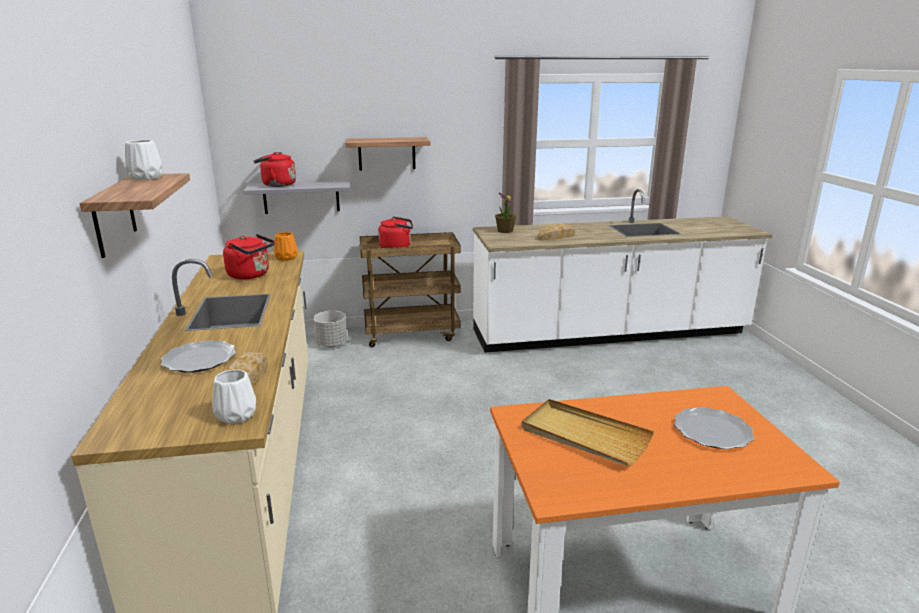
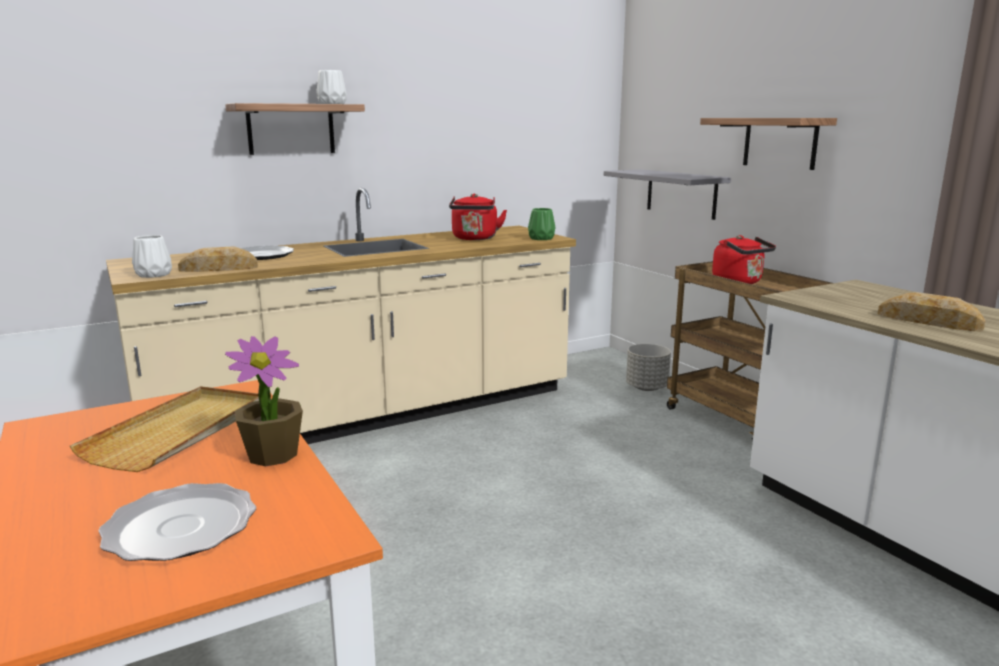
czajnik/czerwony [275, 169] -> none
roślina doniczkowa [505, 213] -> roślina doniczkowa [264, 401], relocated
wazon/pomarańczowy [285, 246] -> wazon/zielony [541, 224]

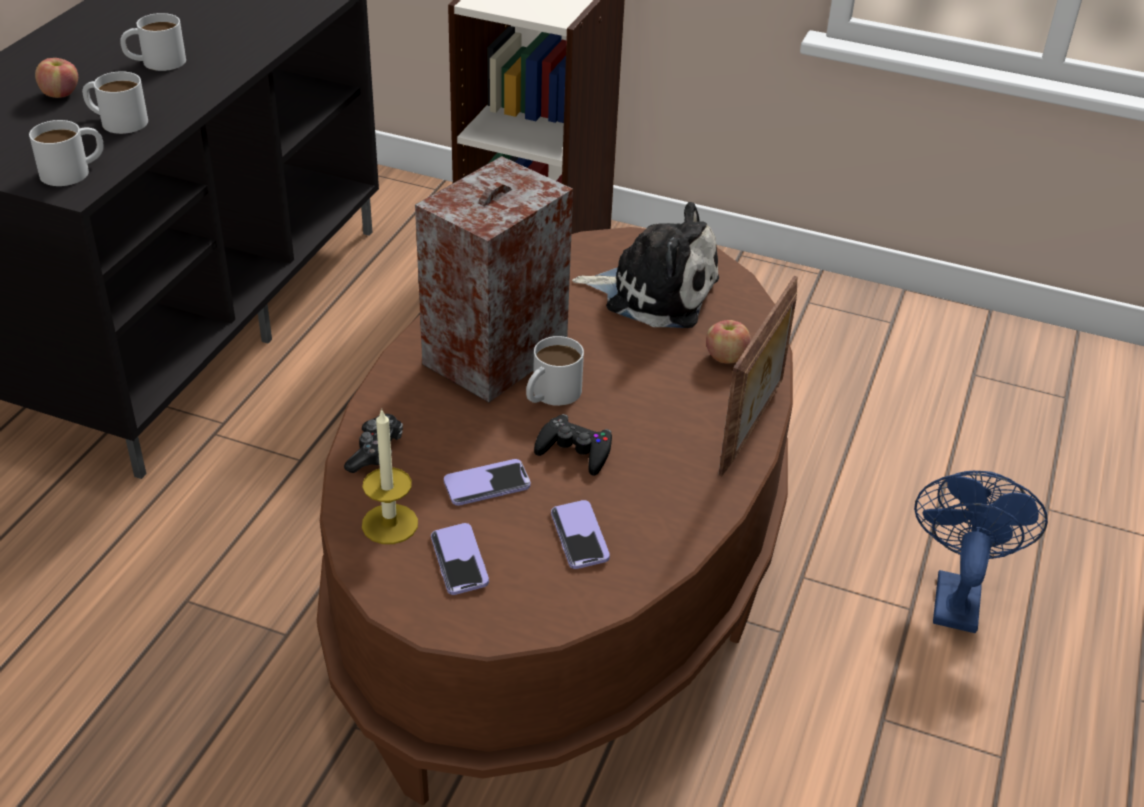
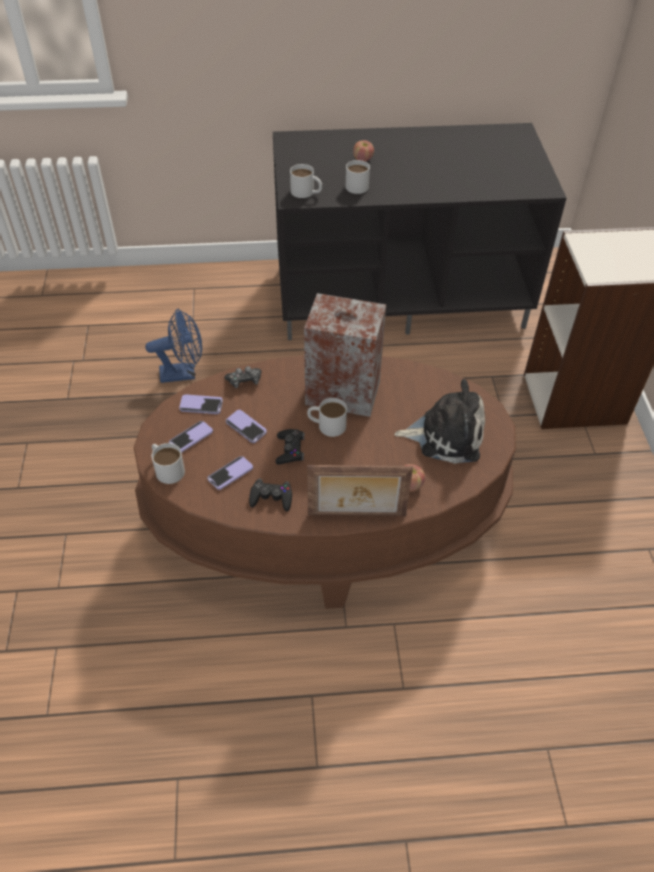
kubek/biały [153, 42] -> kubek/biały [168, 463], relocated
pluszak [645, 265] -> pluszak [439, 421], 75 degrees counterclockwise
świeca [390, 476] -> telefon [201, 404]
wentylator/niebieski [981, 552] -> wentylator/niebieski [173, 346], relocated
none -> pad do gier/czarny [270, 495]

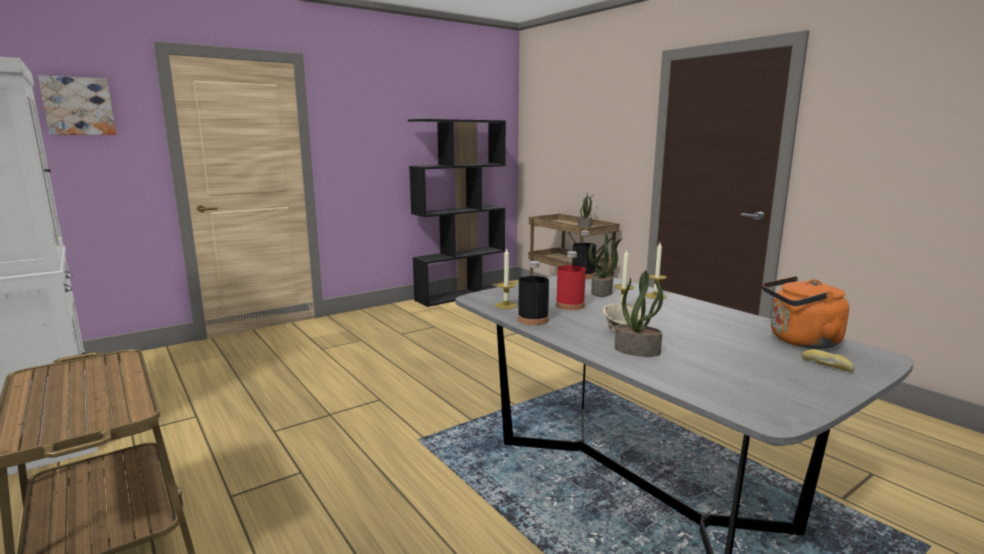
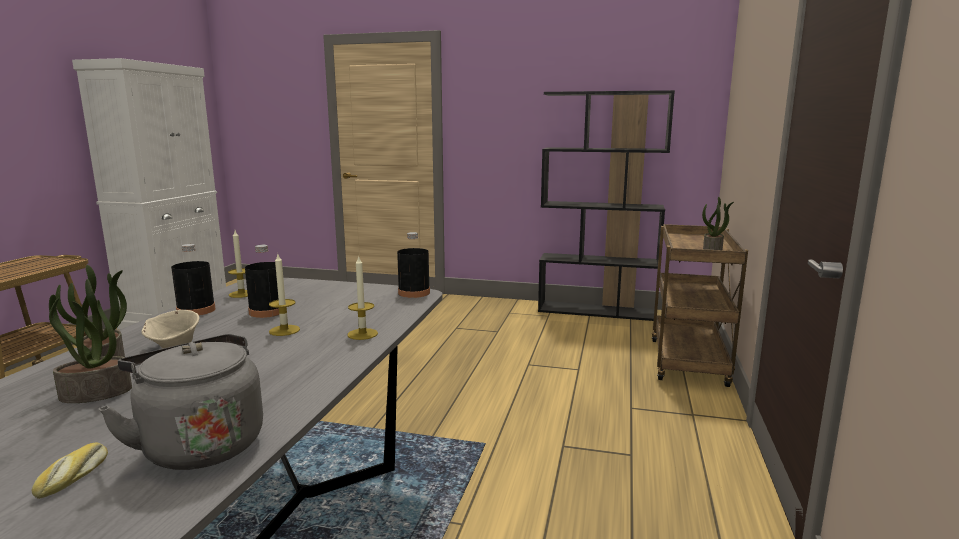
obraz [77, 105] -> none
roślina doniczkowa [605, 265] -> roślina doniczkowa [90, 343], relocated
butelka/czerwony [571, 280] -> butelka/czarny [262, 281]
czajnik/pomarańczowy [805, 312] -> czajnik/szary [180, 402]

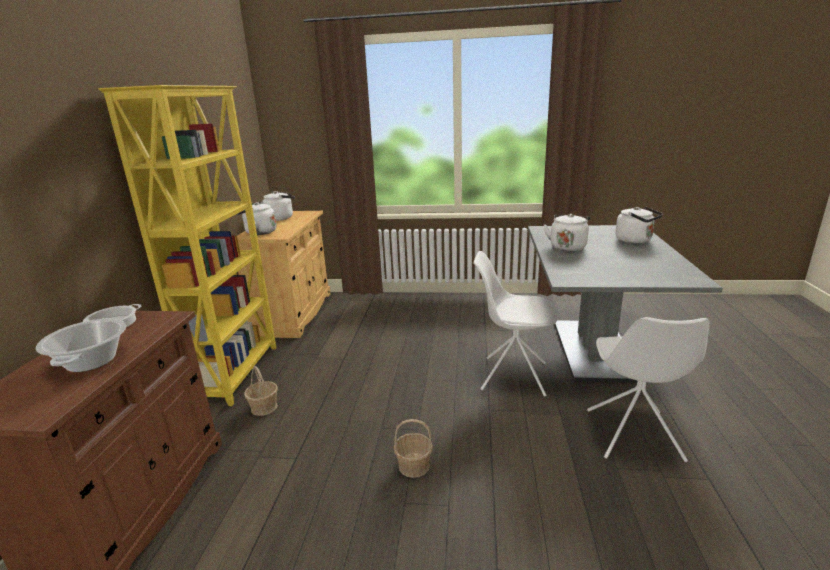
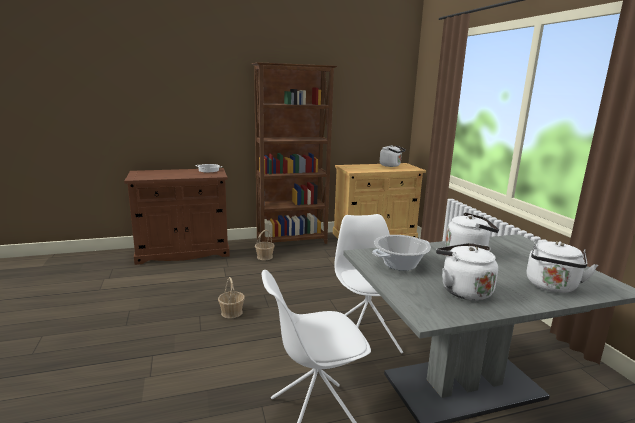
regał/żółty [187, 245] -> regał/brązowy [294, 153]
czajnik/biały [257, 218] -> czajnik/biały [467, 271], relocated
garnek [81, 345] -> garnek [401, 253], relocated

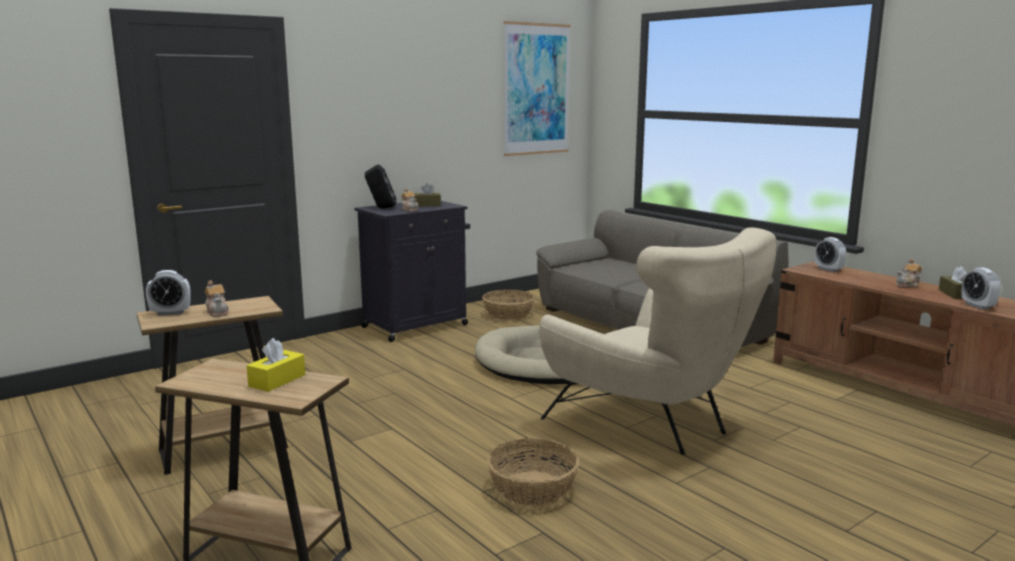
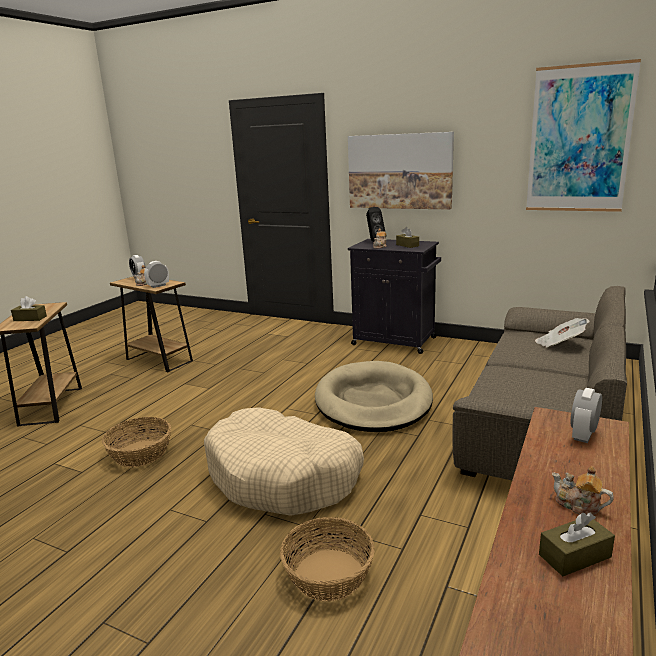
fotel/beżowy [657, 341] -> legowisko/beżowy [284, 461]
budzik [981, 288] -> budzik [156, 274], relocated
koszyk [508, 305] -> koszyk [327, 559], relocated
pudełko chusteczek/żółty [275, 365] -> pudełko chusteczek/brązowy [29, 308]
none -> obraz [401, 171]
none -> gazeta [562, 332]

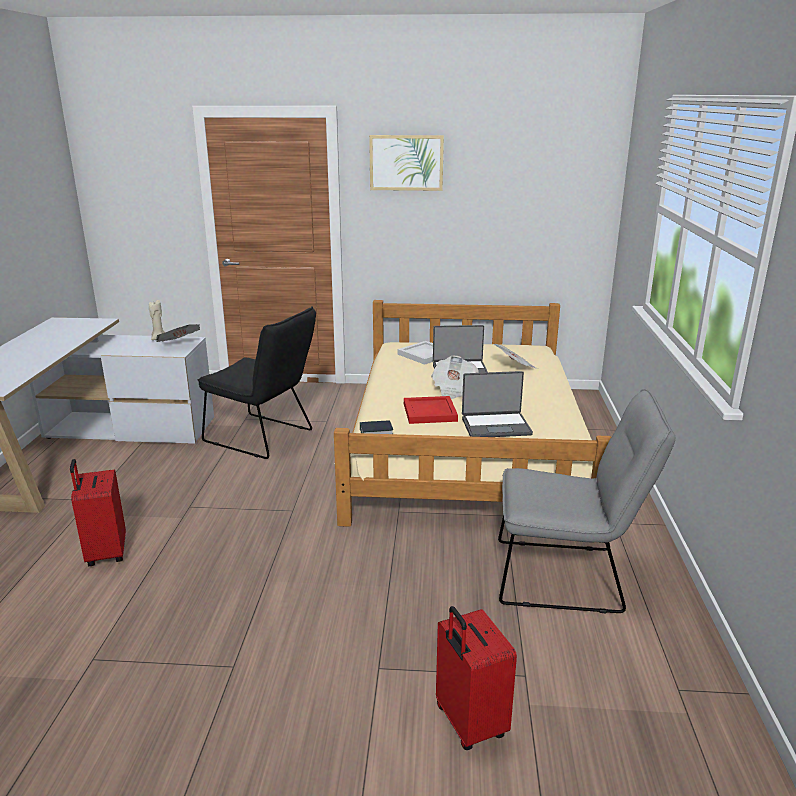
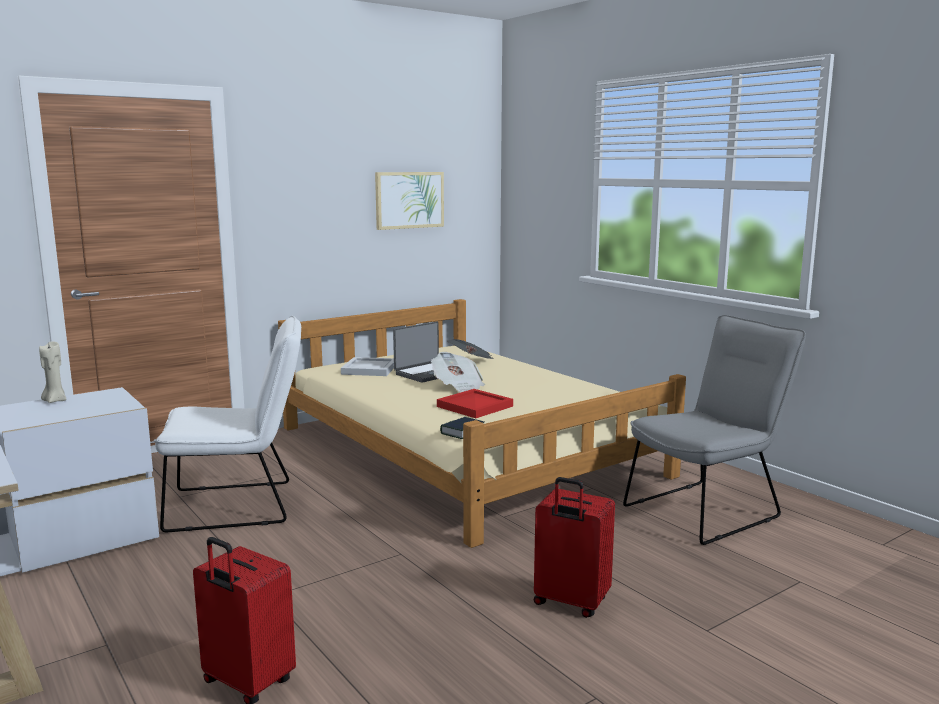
obraz [406, 163] -> obraz [409, 201], relocated
krzesło/czarny [256, 382] -> krzesło/biały [227, 424]
gazeta [178, 333] -> none
laptop [497, 404] -> none
walizka/czerwony [476, 678] -> walizka/czerwony [574, 547], relocated

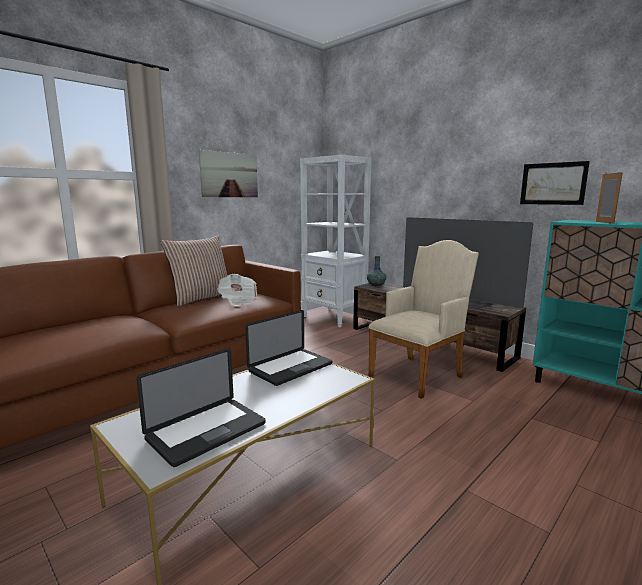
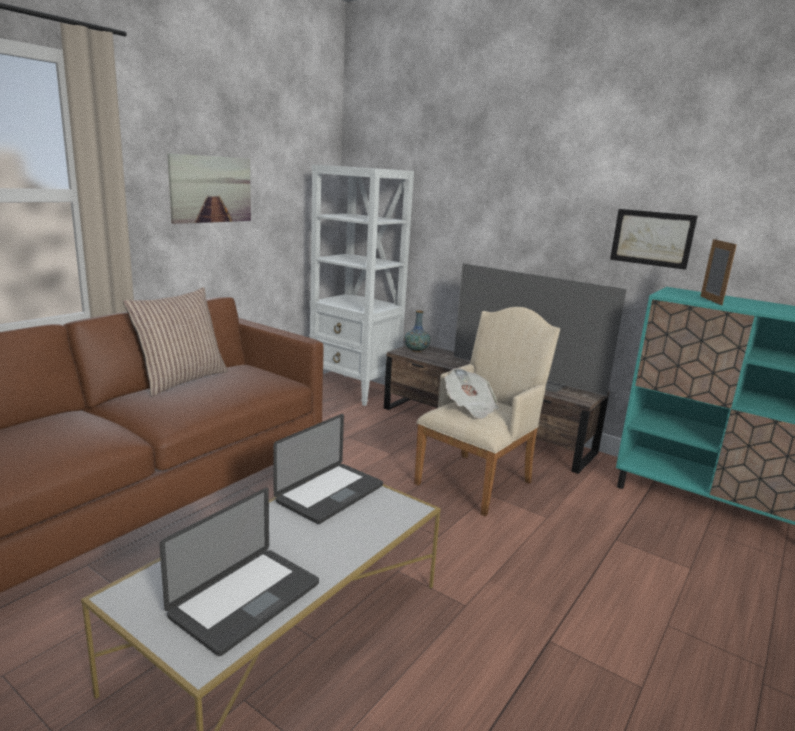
gazeta [237, 290] -> gazeta [472, 393], relocated

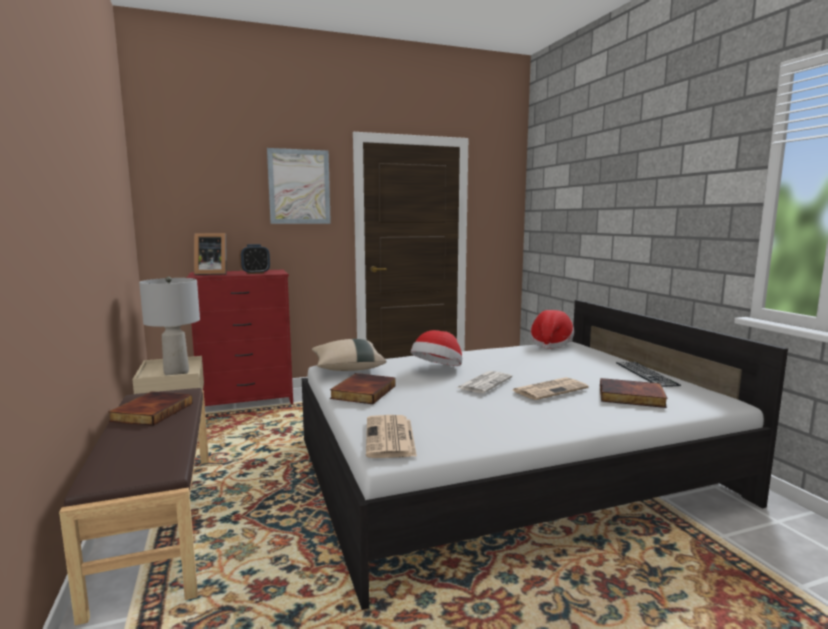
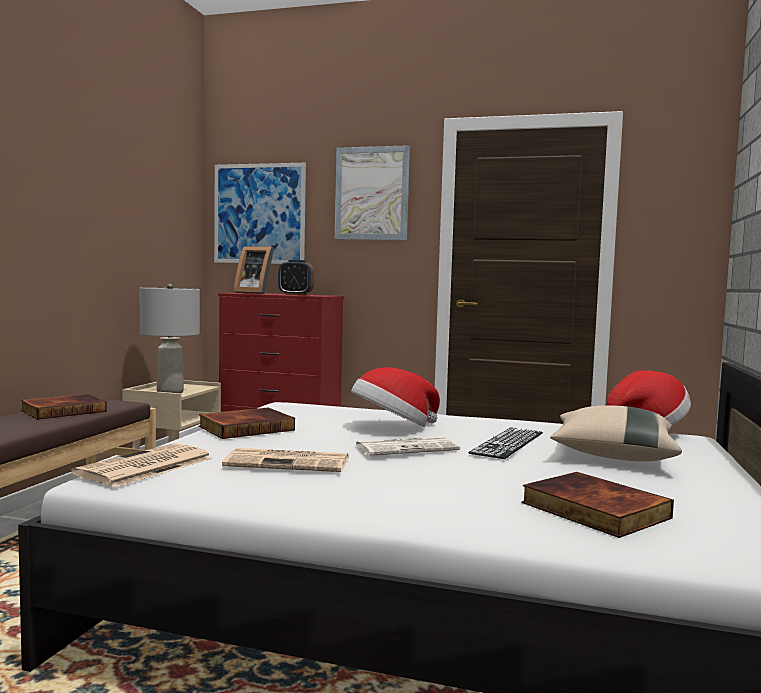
poduszka/beżowy [349, 355] -> poduszka/beżowy [616, 433], relocated
klawiatura [648, 374] -> klawiatura [505, 443], relocated
gazeta [550, 388] -> gazeta [285, 460], relocated
none -> obraz [260, 213]

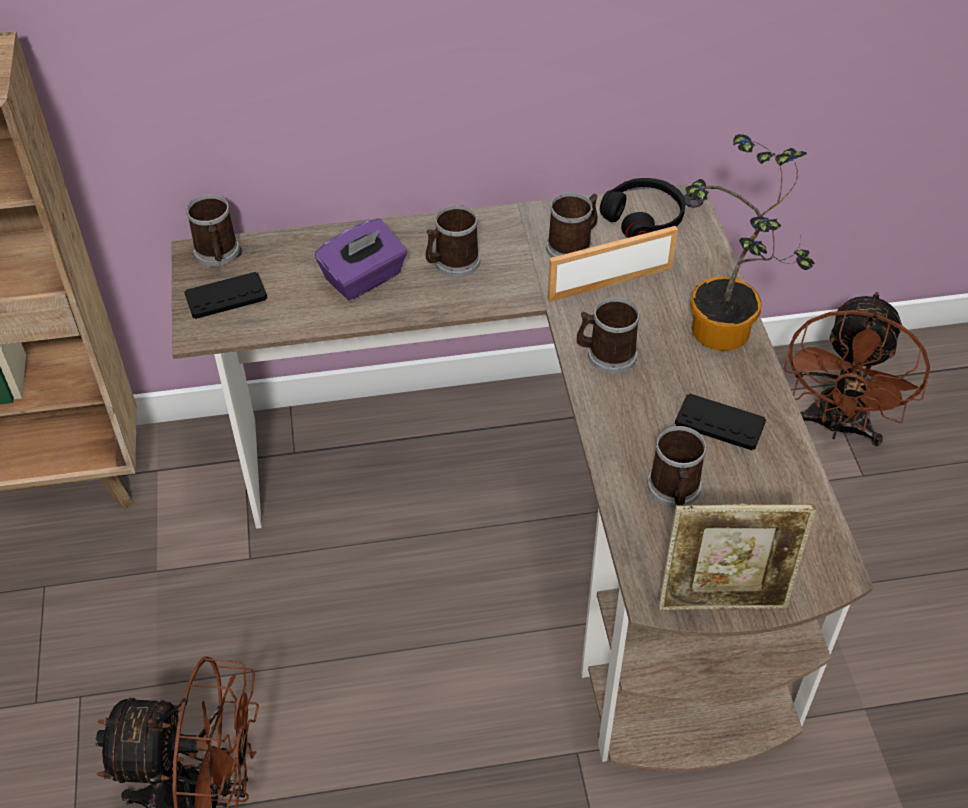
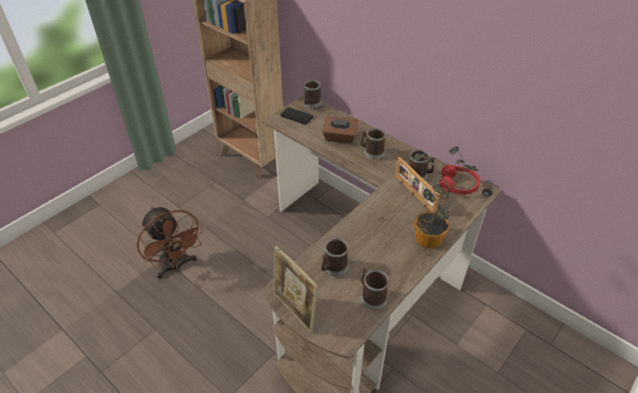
słuchawki/czarny [642, 208] -> słuchawki/czerwony [459, 180]
pudełko chusteczek/fioletowy [361, 259] -> pudełko chusteczek/brązowy [340, 130]
ramka na zdjęcie [613, 264] -> ramka na zdjęcie [417, 184], 150 degrees counterclockwise
wentylator/brązowy [857, 369] -> none
kubek [608, 335] -> kubek [375, 289], relocated
pad do gier/czarny [720, 421] -> none

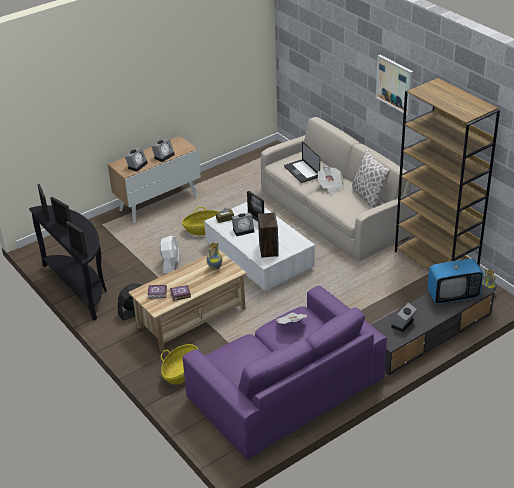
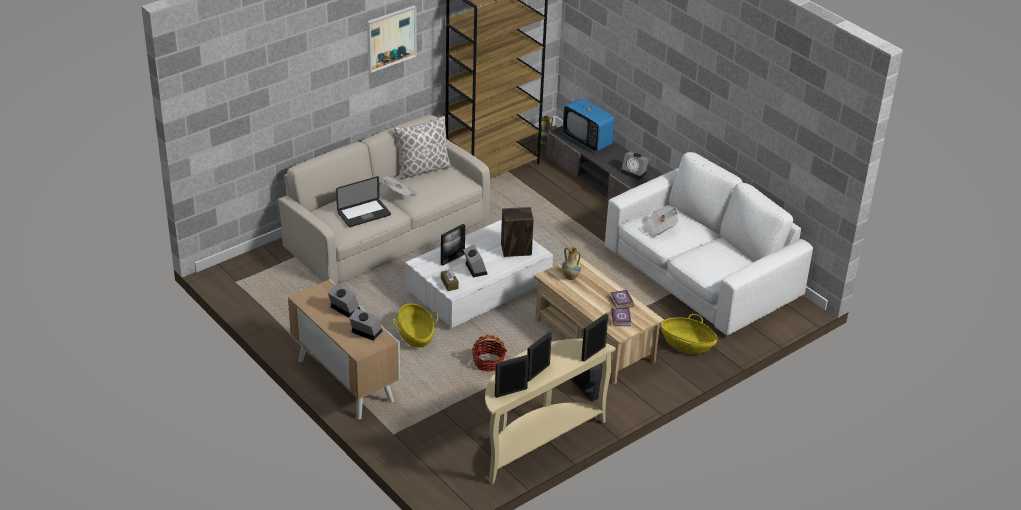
stolik konsolowy/czarny [68, 263] -> stolik konsolowy/beżowy [550, 411]
wentylator/biały [169, 254] -> koszyk [489, 353]
telewizor [455, 276] -> telewizor [589, 118], 150 degrees clockwise
kanapa/fioletowy [285, 373] -> kanapa/biały [709, 244]

